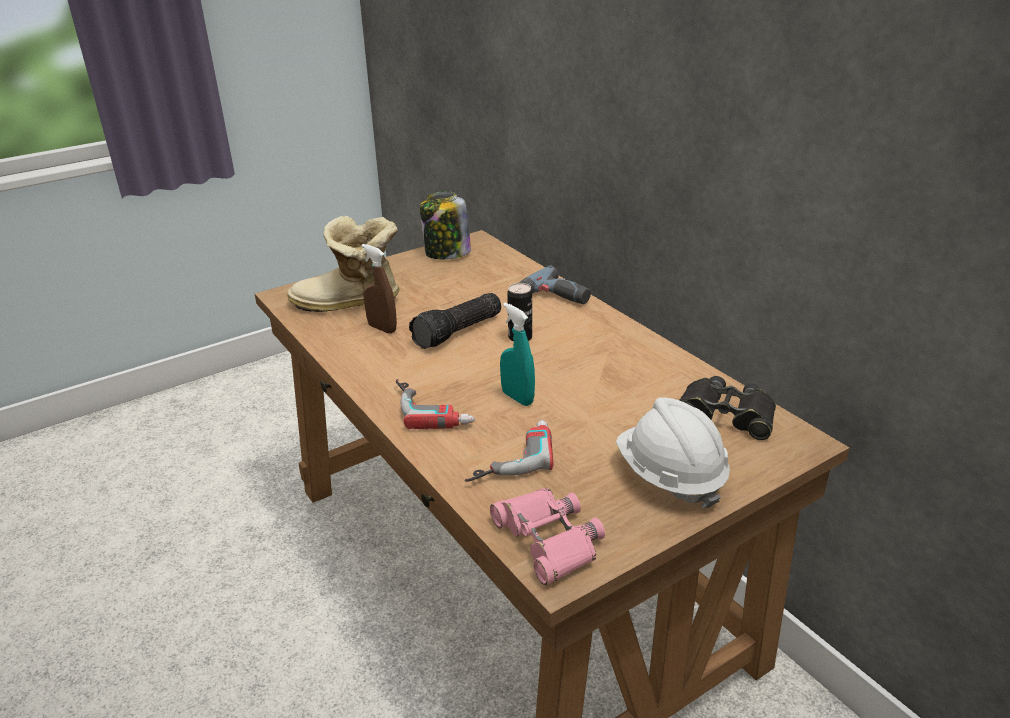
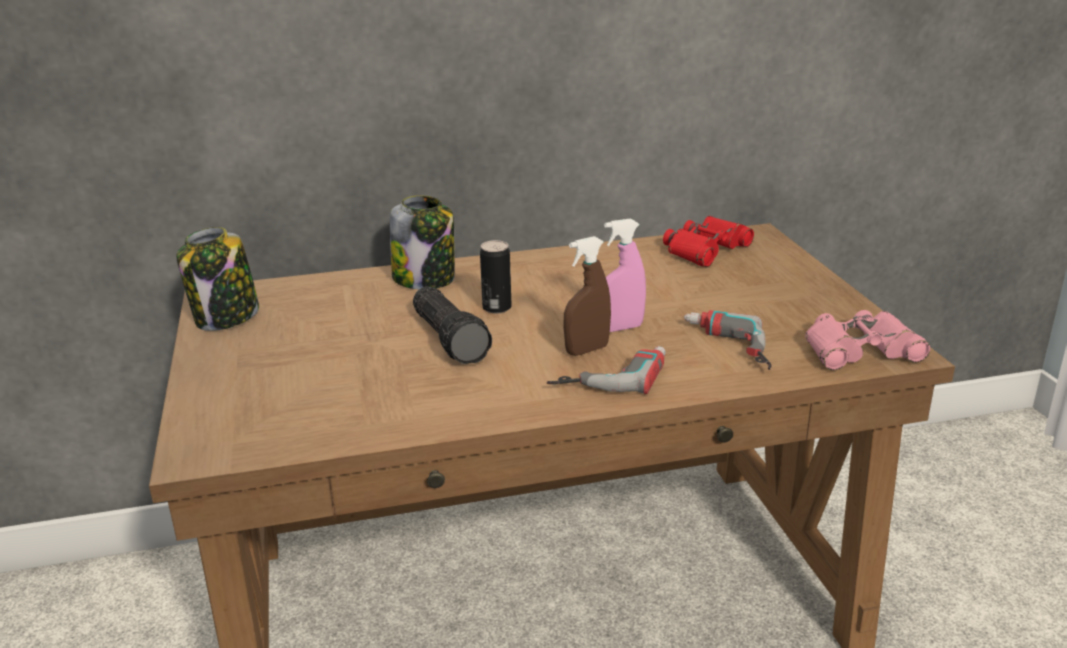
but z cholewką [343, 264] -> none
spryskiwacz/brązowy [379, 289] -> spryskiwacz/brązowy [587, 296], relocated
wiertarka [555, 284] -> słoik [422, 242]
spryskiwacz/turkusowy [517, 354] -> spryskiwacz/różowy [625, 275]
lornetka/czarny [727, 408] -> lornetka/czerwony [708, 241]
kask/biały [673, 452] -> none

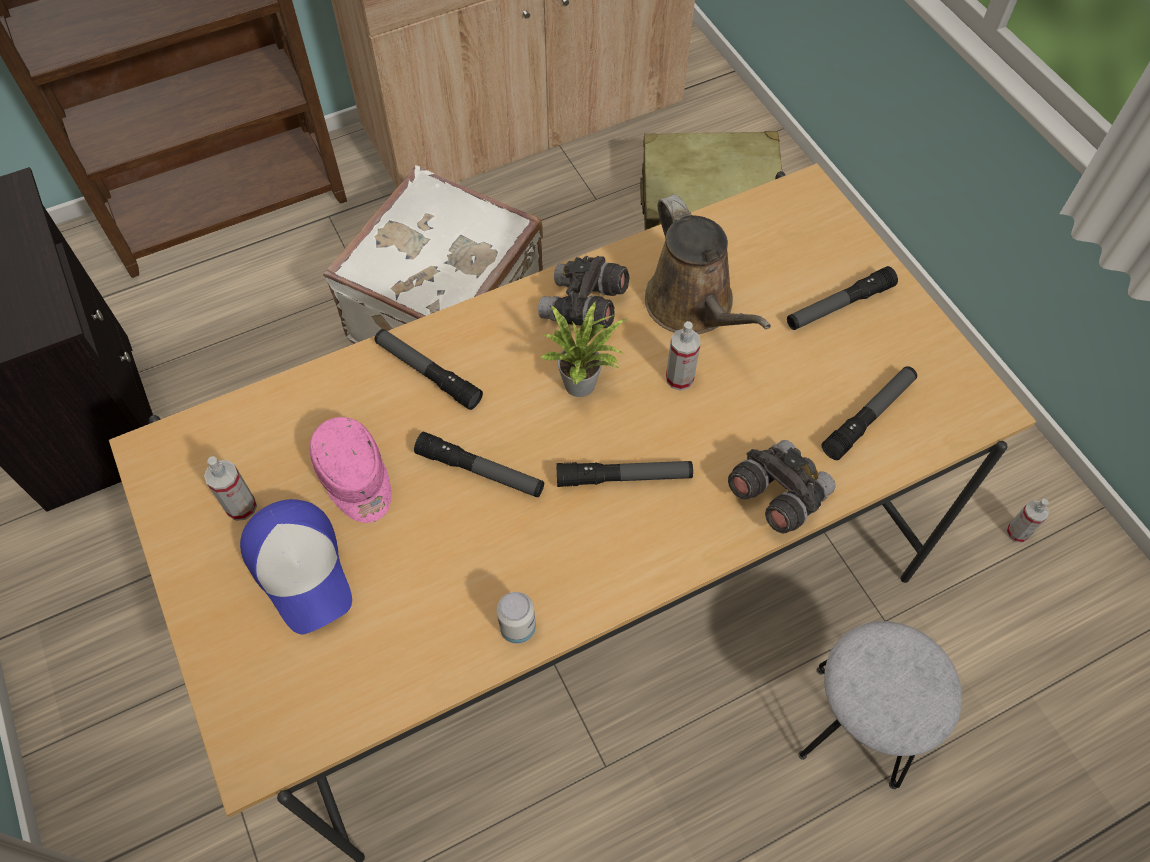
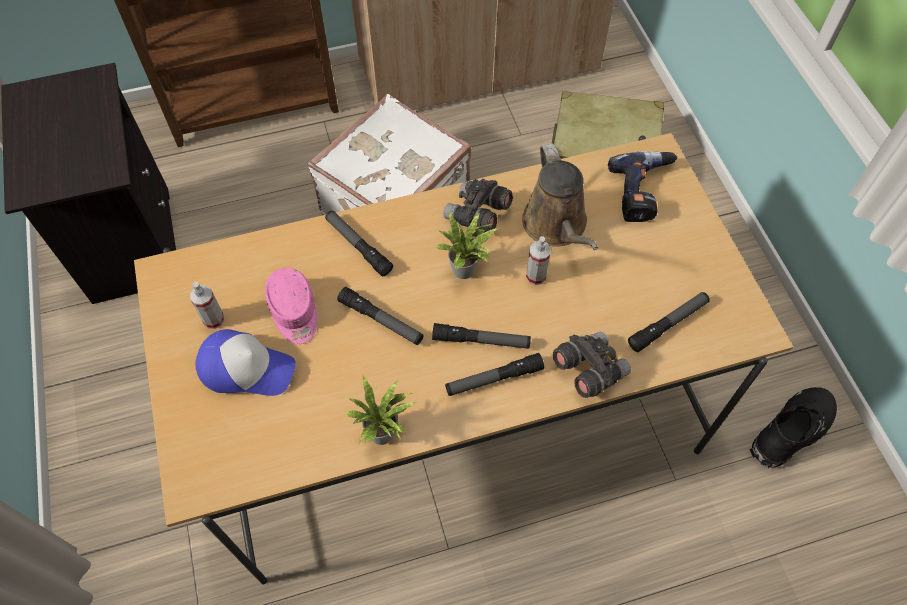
latarka [842, 298] -> latarka [494, 374], relocated
czapka z daszkiem [296, 566] -> czapka z daszkiem [245, 362], 60 degrees counterclockwise
spryskiwacz [1027, 521] -> but z cholewką/czarny [793, 428]
puszka [516, 618] -> roślina doniczkowa [381, 410]
stołek/szary [880, 705] -> none
none -> wiertarka [642, 186]

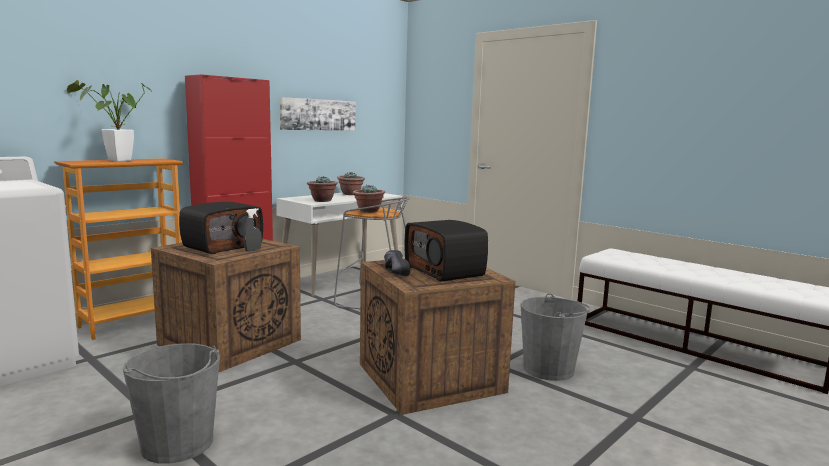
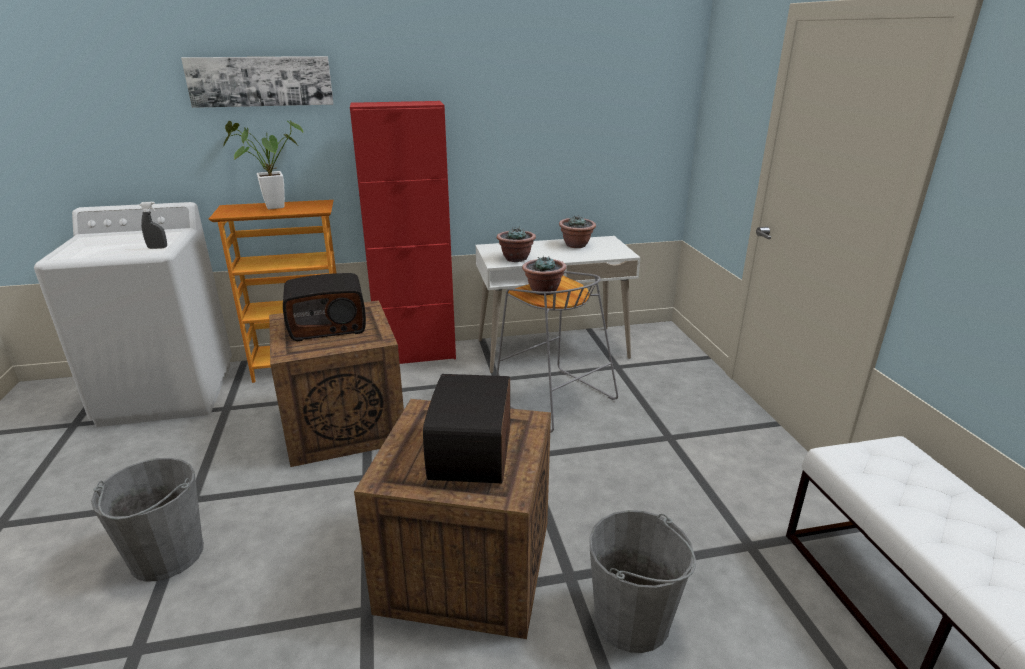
obraz [318, 114] -> obraz [257, 82], relocated
spryskiwacz/szary [252, 230] -> spryskiwacz/szary [153, 225], relocated
but/czarny [397, 263] -> none

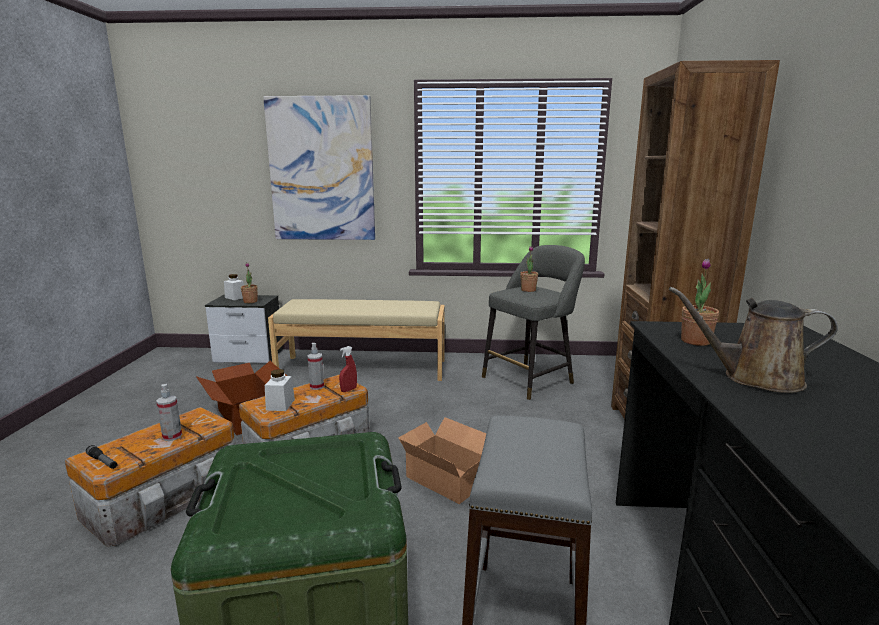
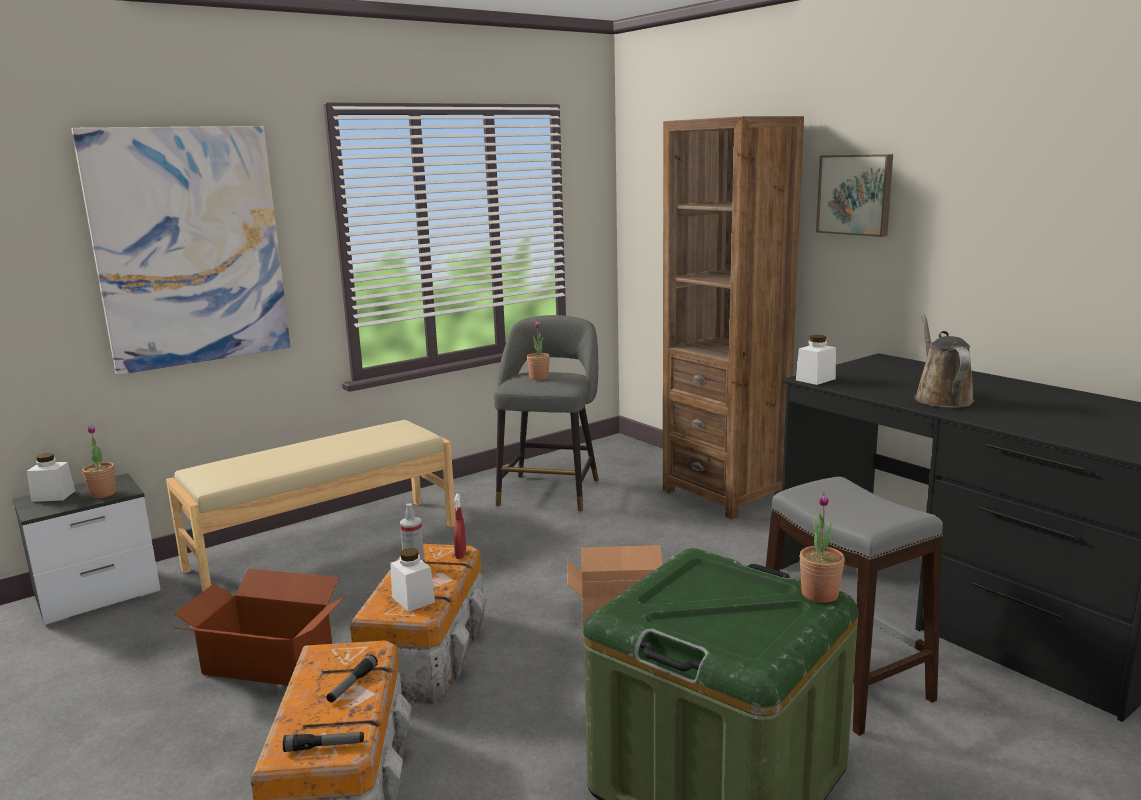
roślina doniczkowa [700, 302] -> roślina doniczkowa [822, 547], relocated
konewka/brązowy [753, 340] -> konewka/brązowy [944, 361], 120 degrees clockwise
spryskiwacz [169, 412] -> latarka [352, 678]
none -> obraz [854, 195]
none -> słoik/biały [816, 360]

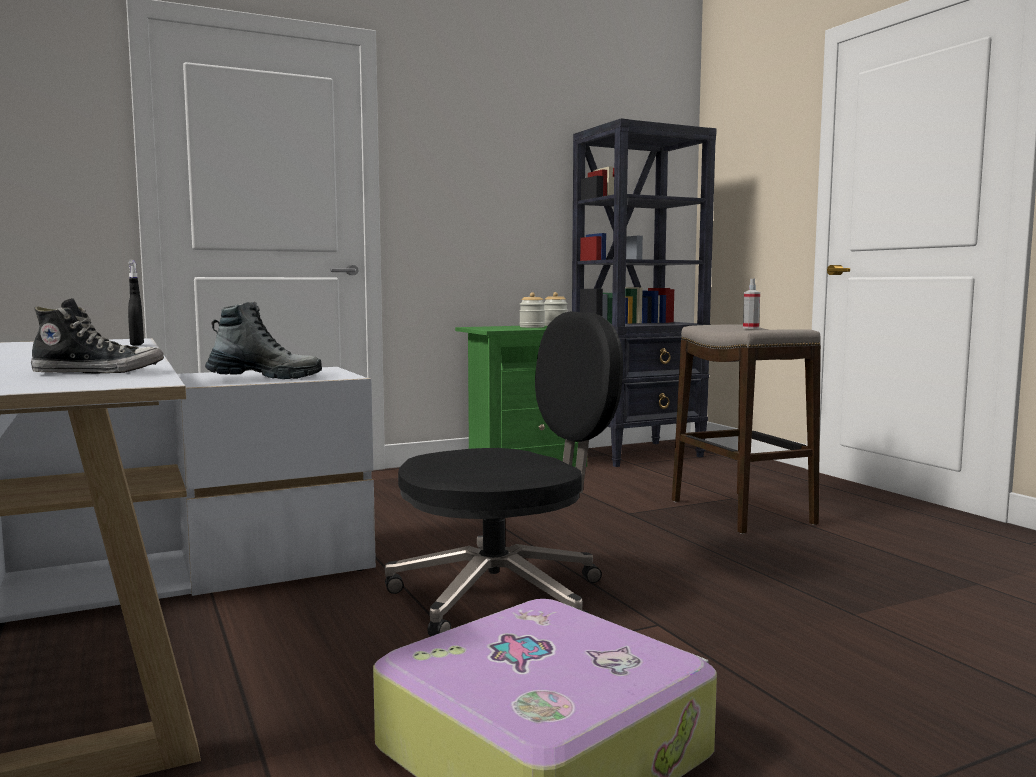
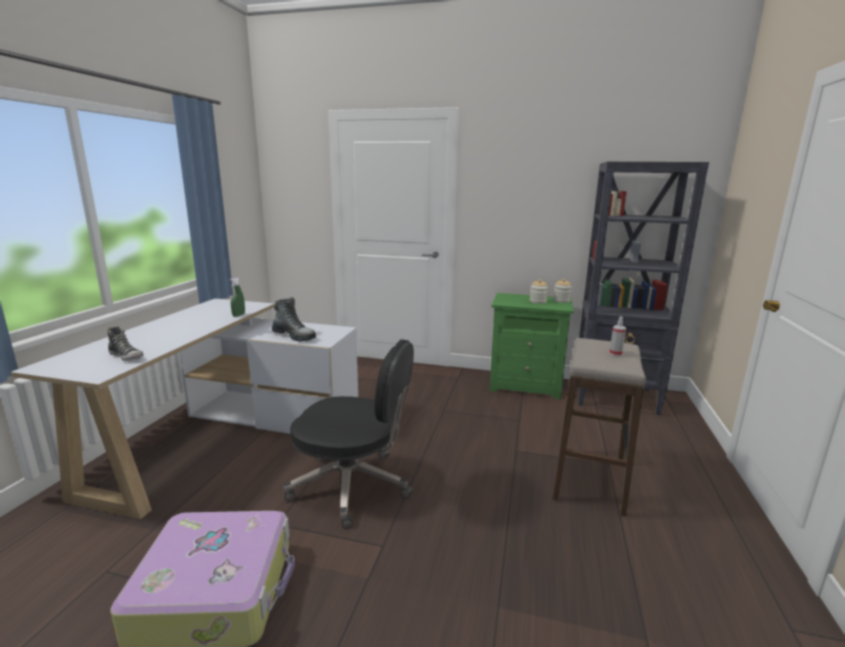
spryskiwacz/czarny [136, 302] -> spryskiwacz/zielony [237, 297]

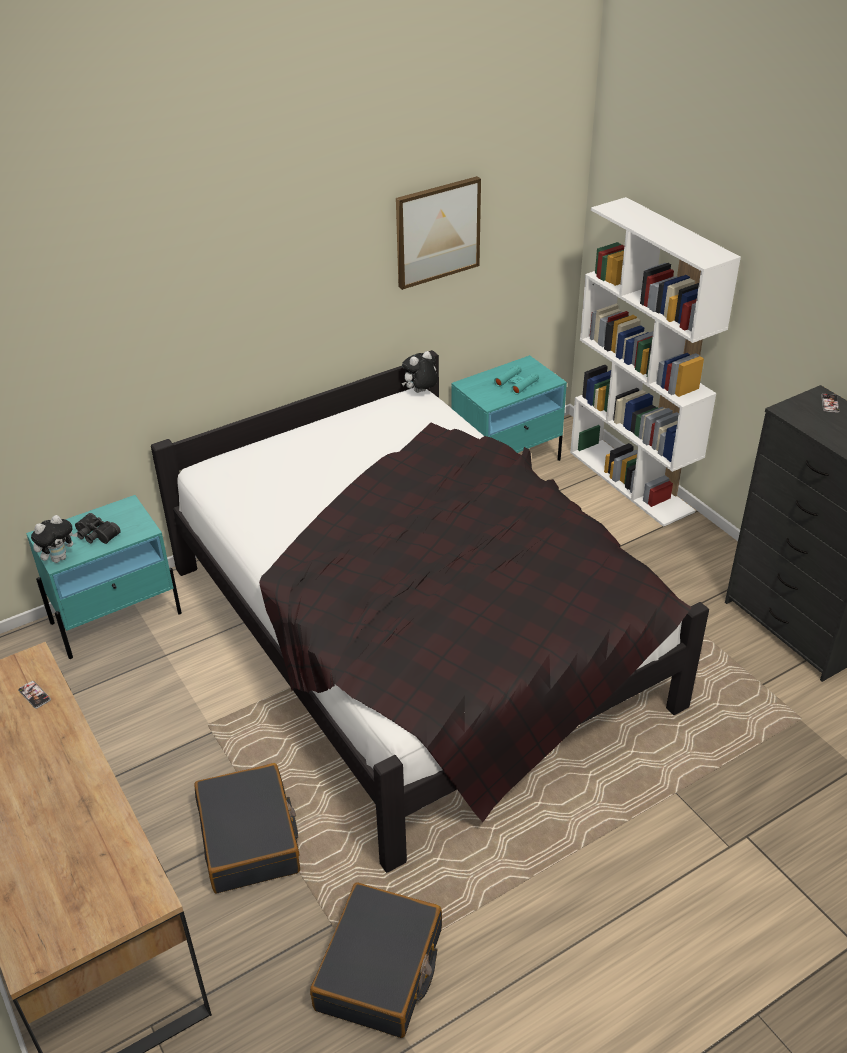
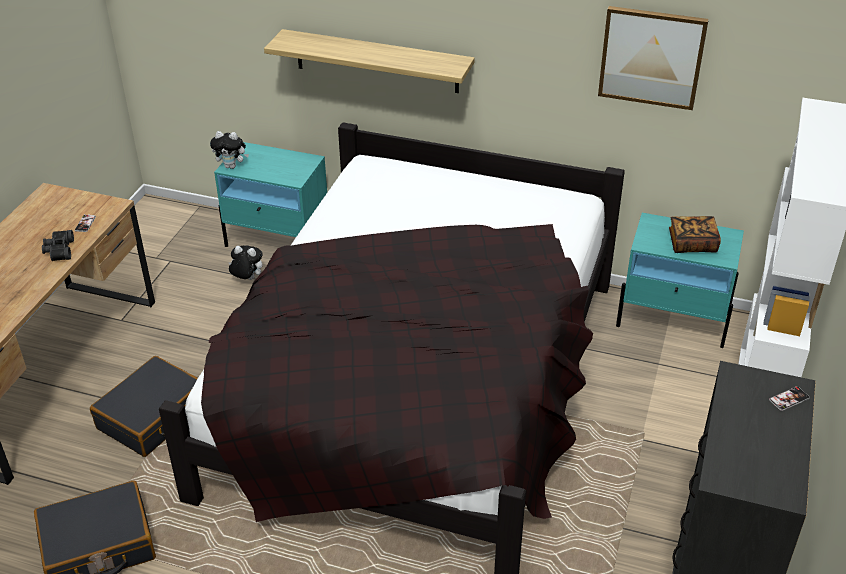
pluszak [420, 372] -> pluszak [245, 262], relocated
lornetka/turkusowy [516, 380] -> książka [695, 234]
lornetka/czarny [98, 528] -> lornetka/czarny [58, 245], relocated
none -> półka [369, 61]

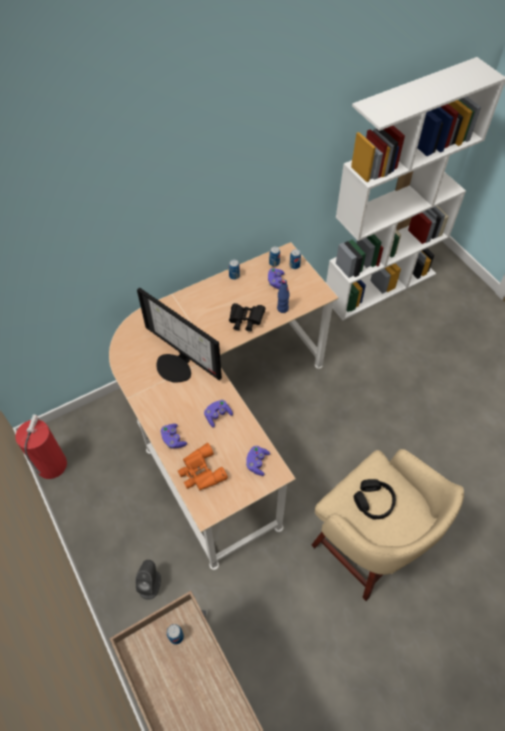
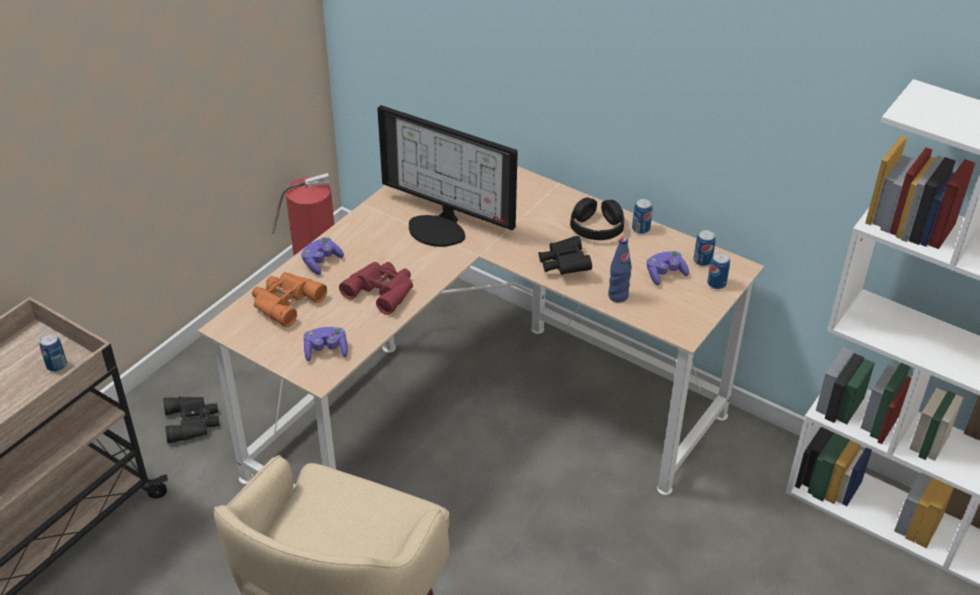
monitor [179, 335] -> monitor [447, 176], 75 degrees counterclockwise
pad do gier/fioletowy [218, 414] -> lornetka/czerwony [376, 288]
słuchawki/czarny [375, 499] -> słuchawki/czarny [597, 219], relocated
głośnik/szary [148, 580] -> lornetka/czarny [191, 420]

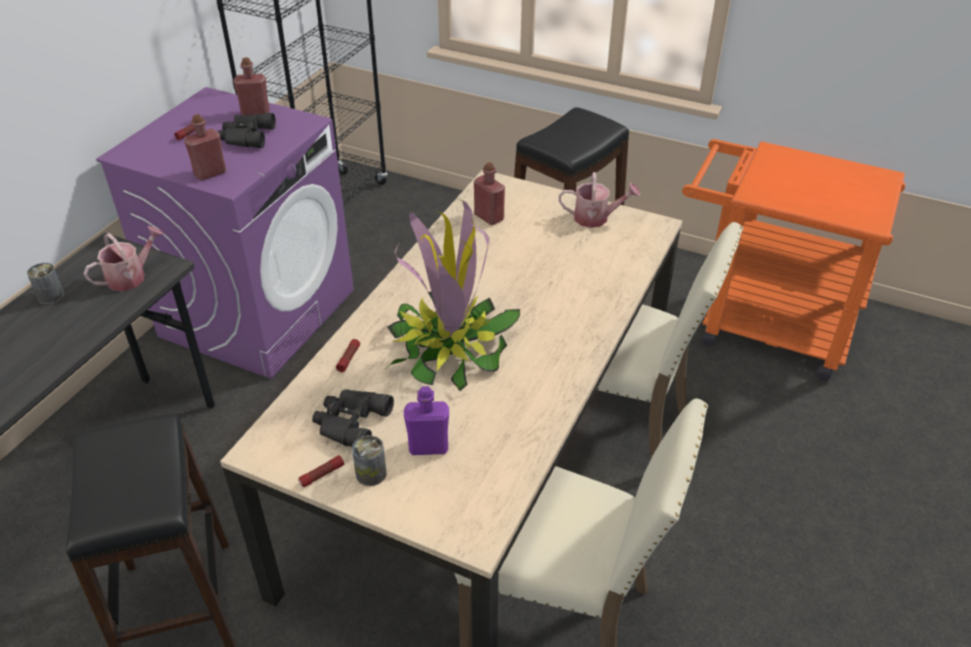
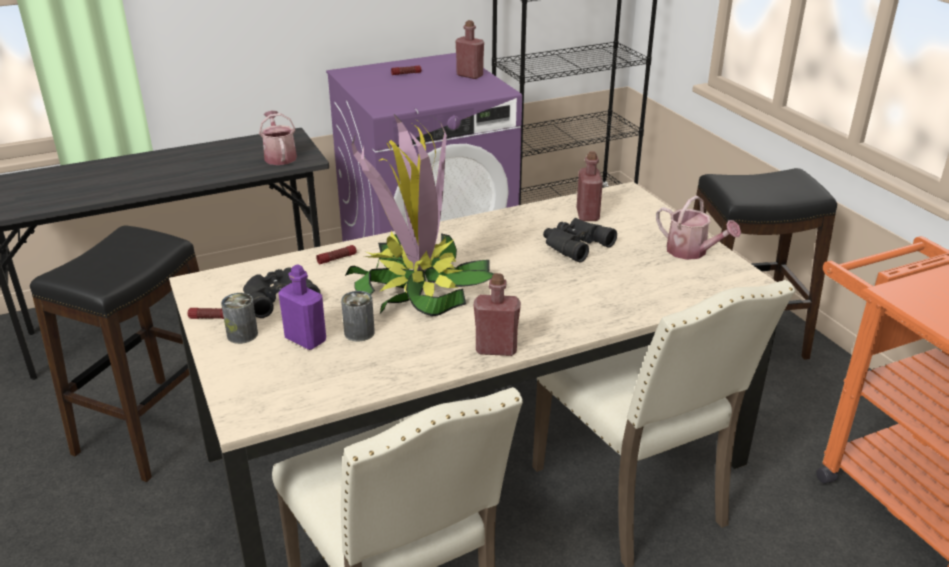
lornetka/czarny [246, 130] -> lornetka/czarny [580, 240], relocated
butelka/czerwony [205, 147] -> butelka/czerwony [497, 314], relocated
konewka [123, 258] -> konewka [278, 138], 105 degrees counterclockwise
puszka [45, 283] -> puszka [358, 316], relocated

